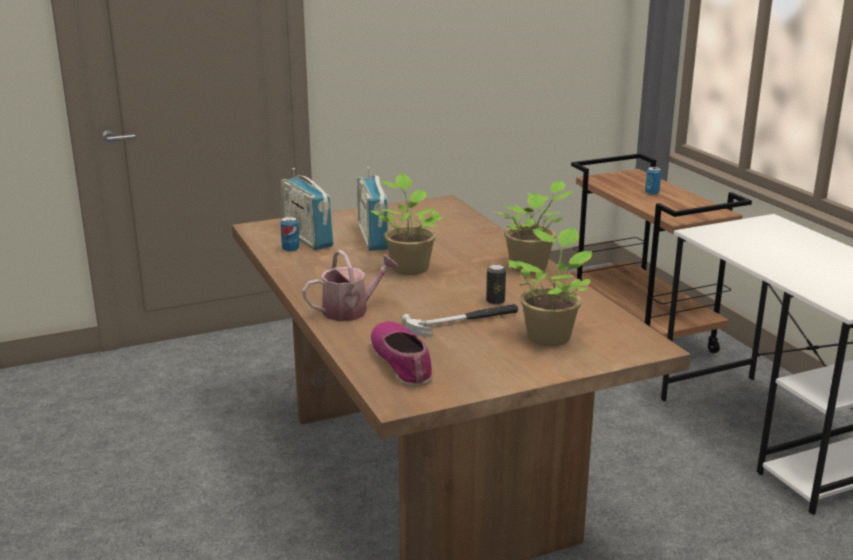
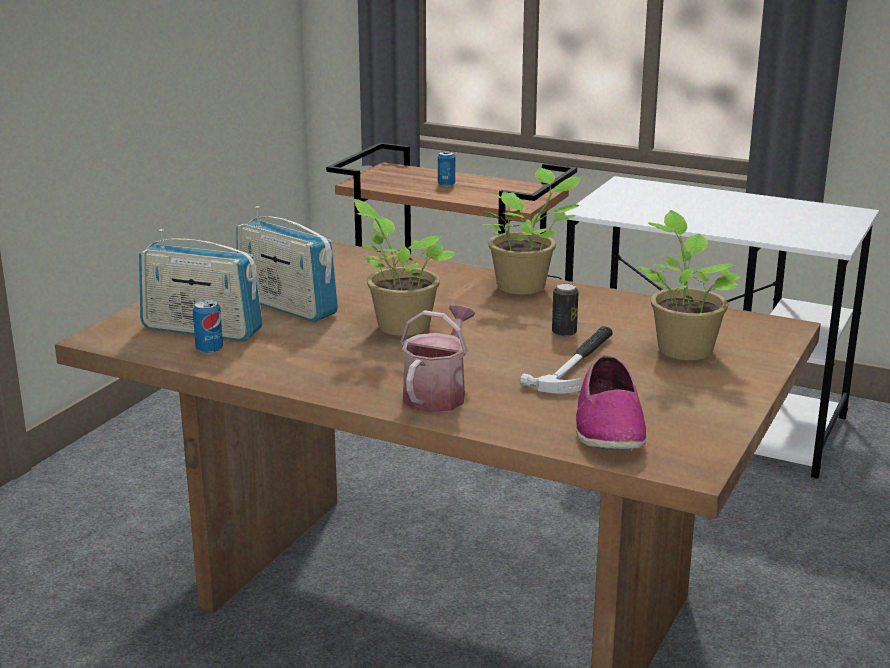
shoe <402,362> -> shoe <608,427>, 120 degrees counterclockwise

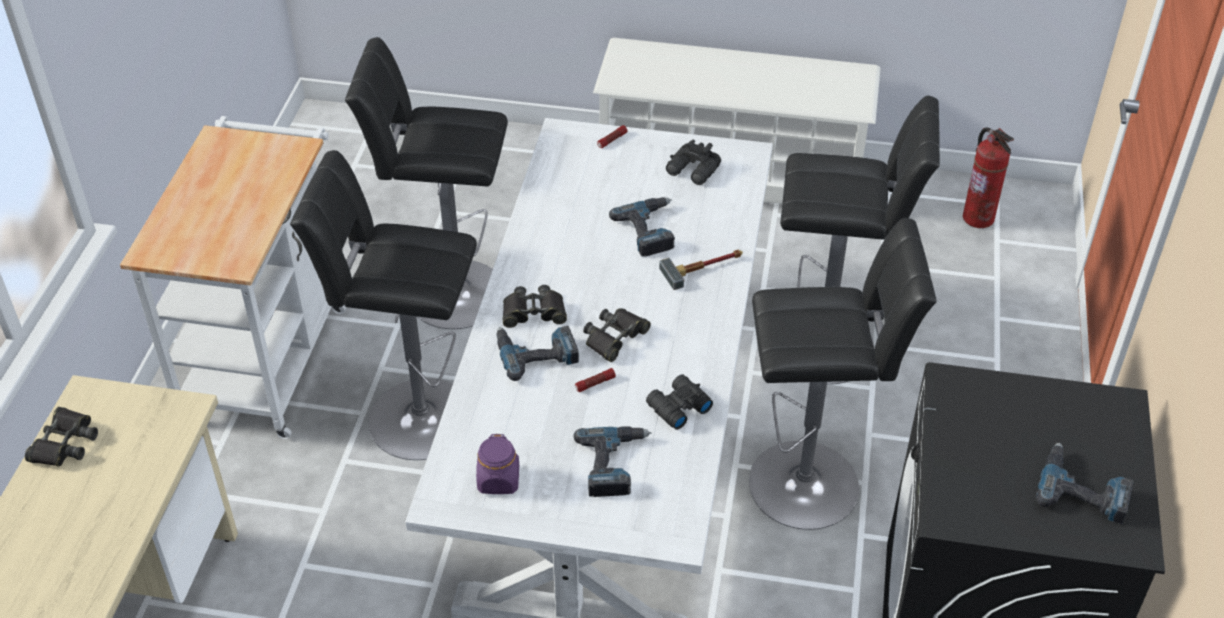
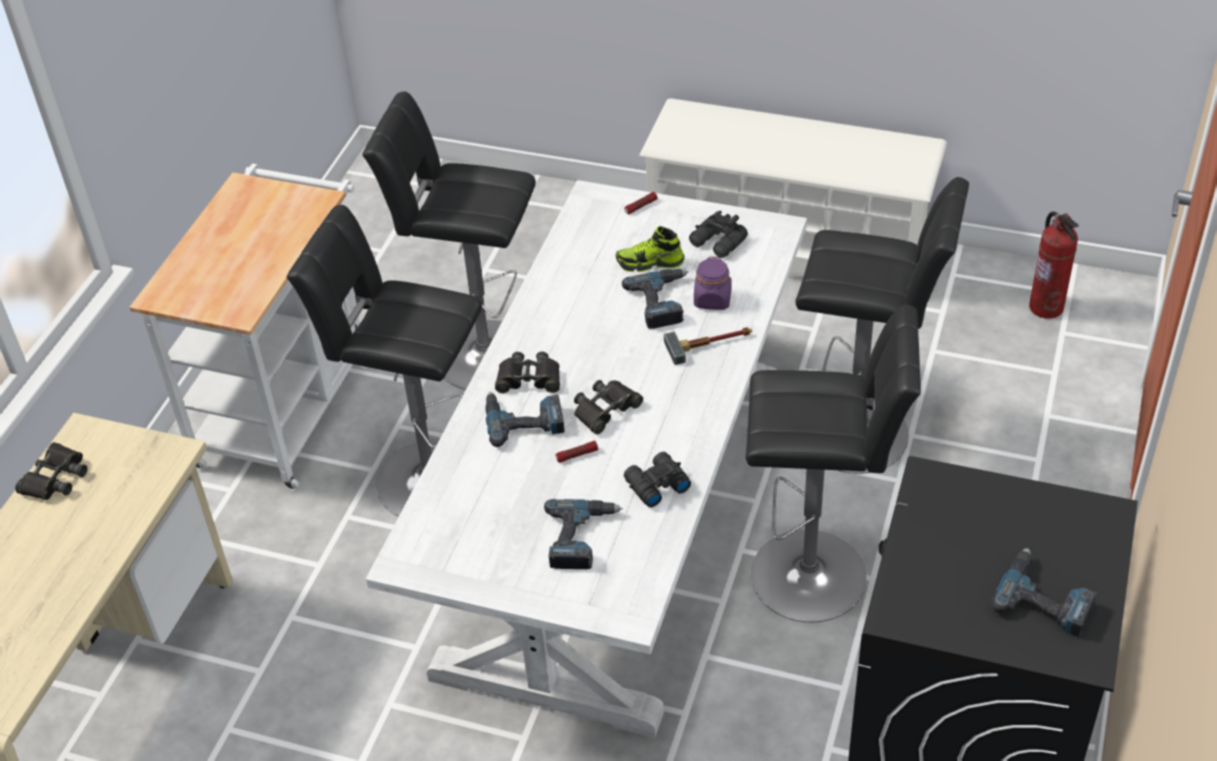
none -> shoe <650,263>
jar (purple) <498,480> -> jar (purple) <712,299>, relocated

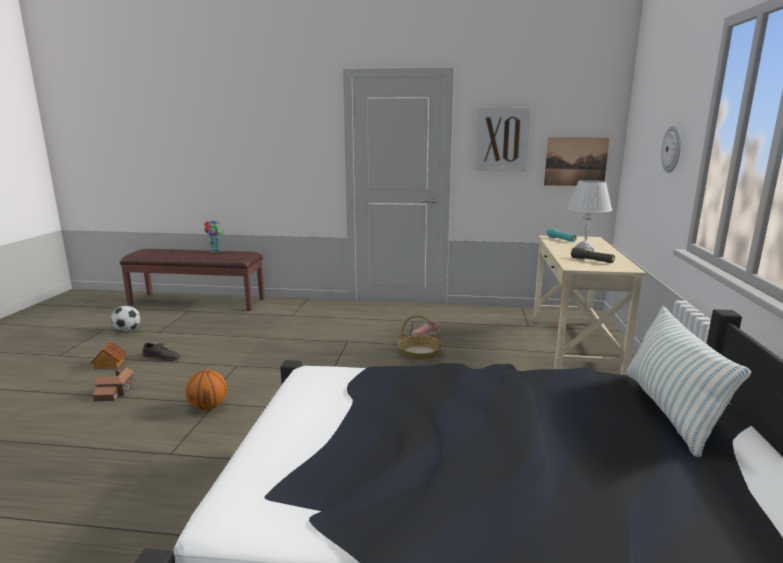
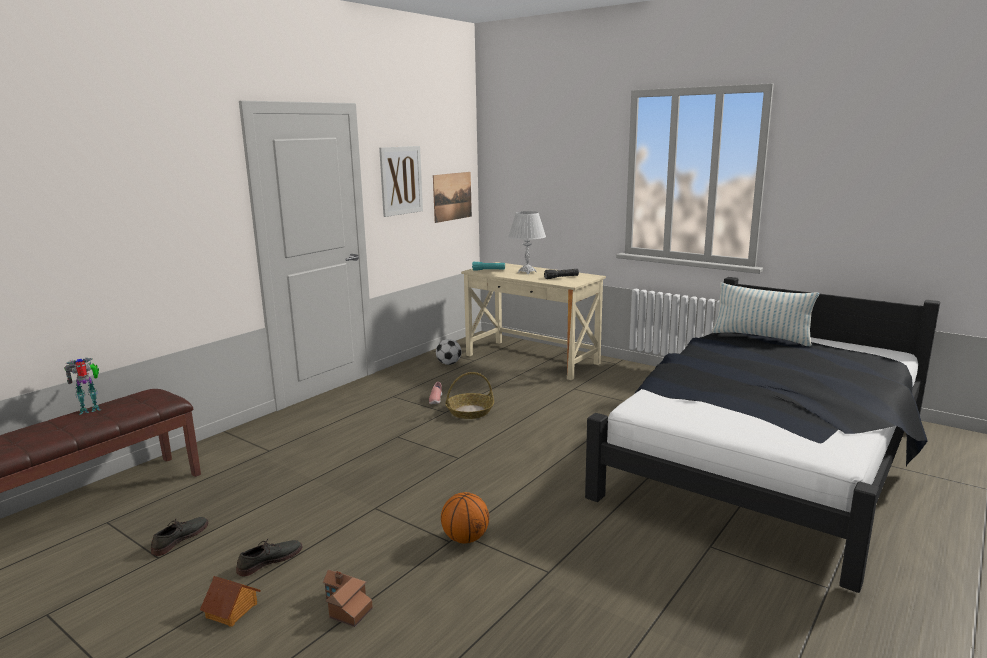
none -> shoe (grey) <180,538>
football <127,331> -> football <449,364>, relocated
wall clock <672,149> -> none

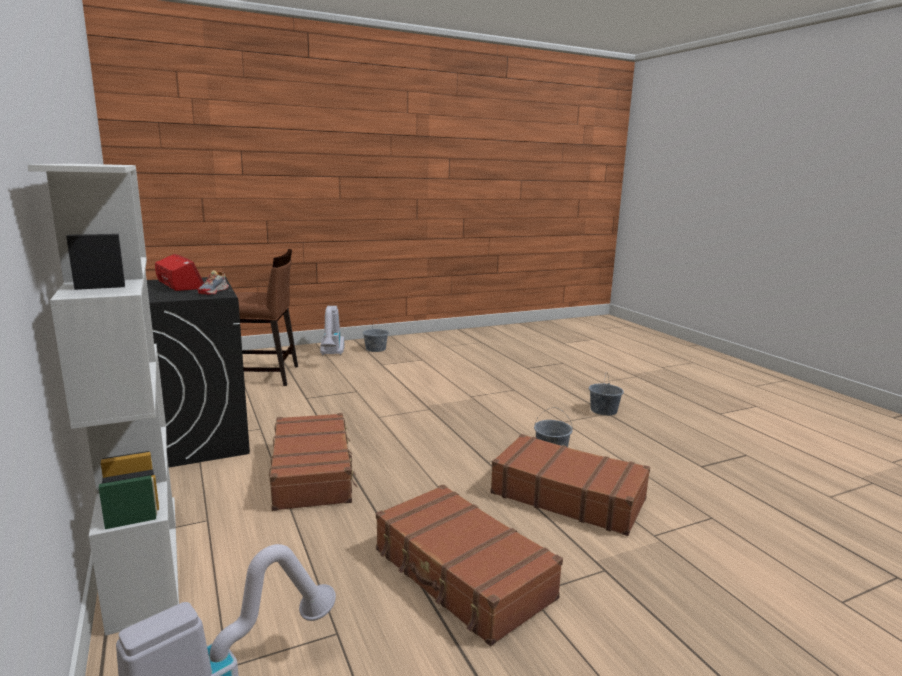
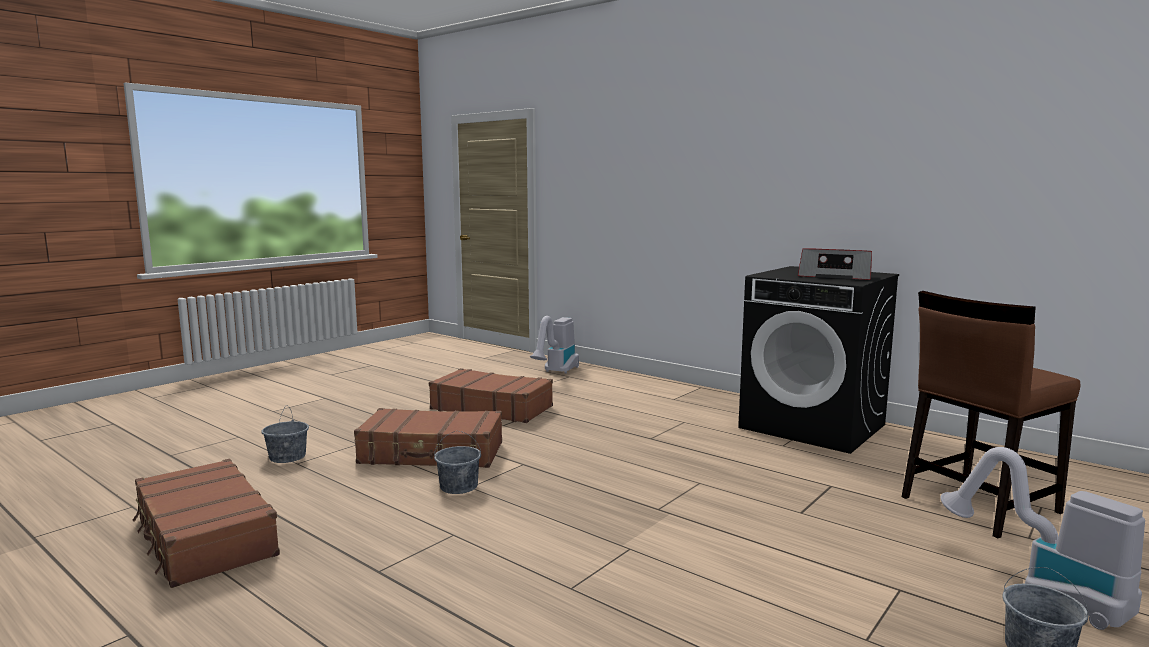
suitcase (brown) <313,472> -> suitcase (brown) <204,537>, relocated
bucket (grey) <603,411> -> bucket (grey) <287,457>, relocated
bookcase (white) <144,556> -> none
shoe <213,291> -> none

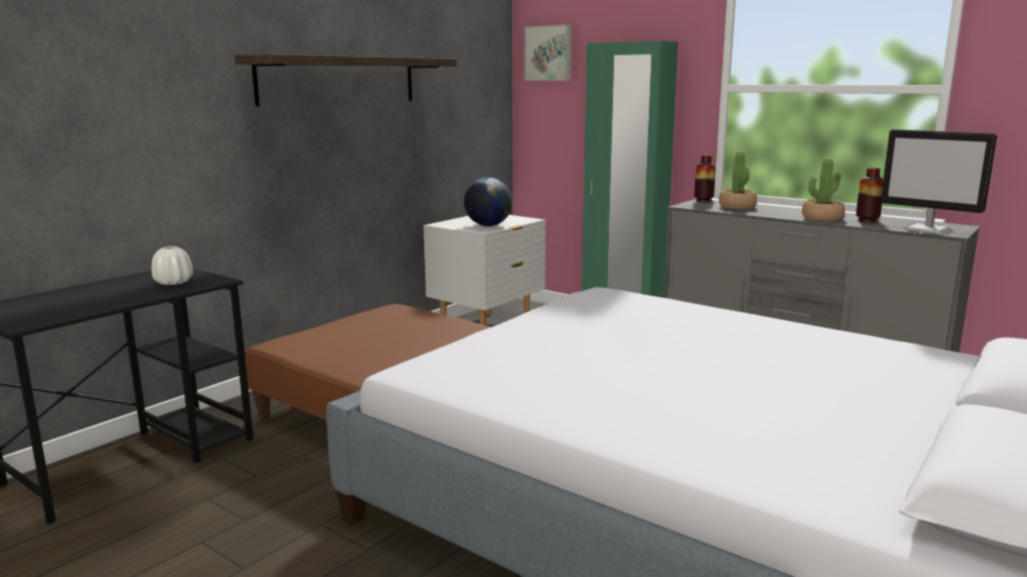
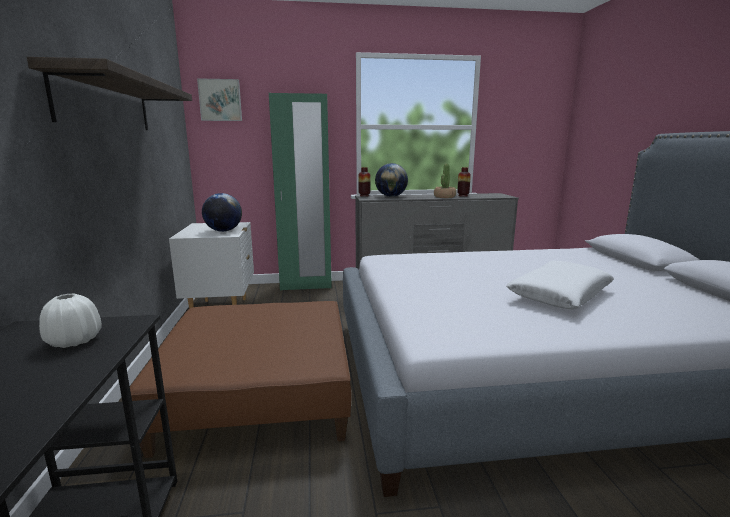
potted plant <737,207> -> globe <391,196>
none -> pillow (white) <559,295>
monitor <928,230> -> none

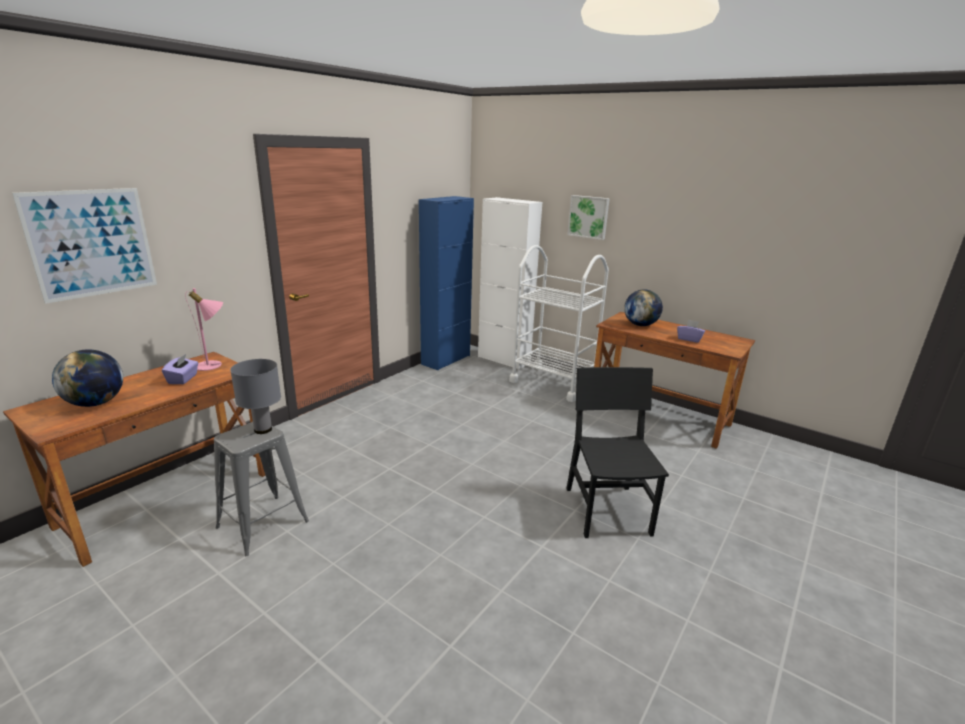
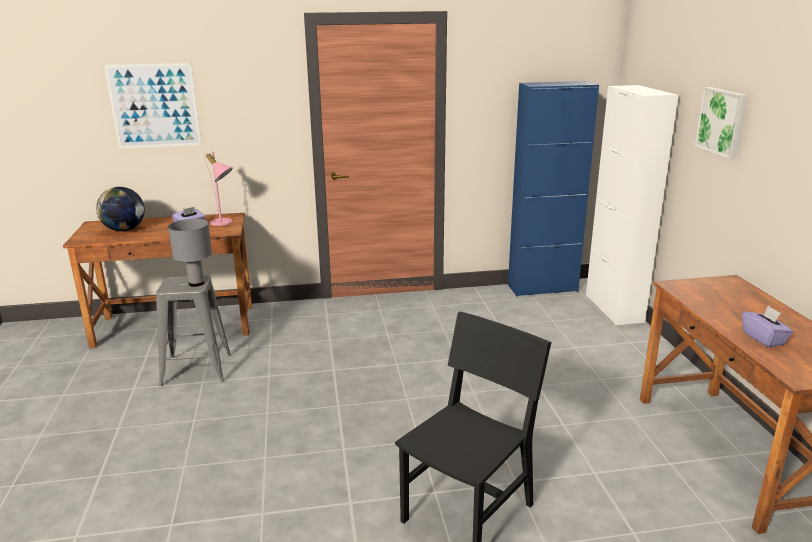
cart (white) <553,382> -> none
globe <640,325> -> none

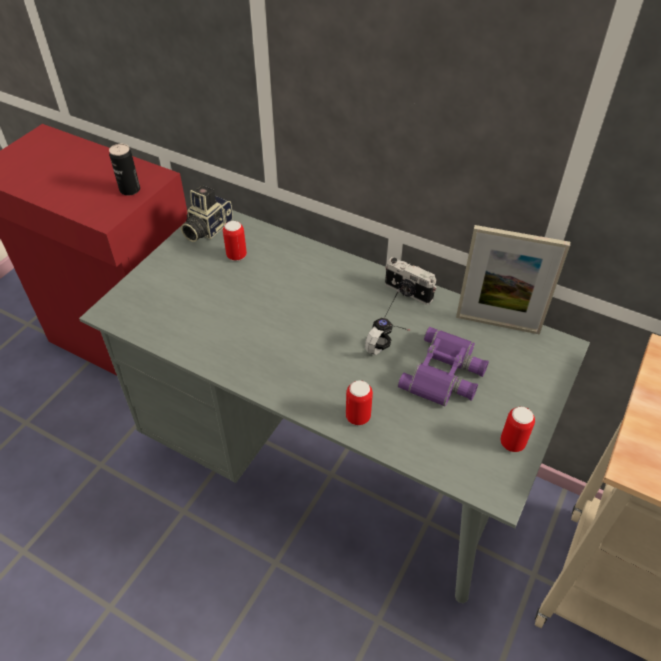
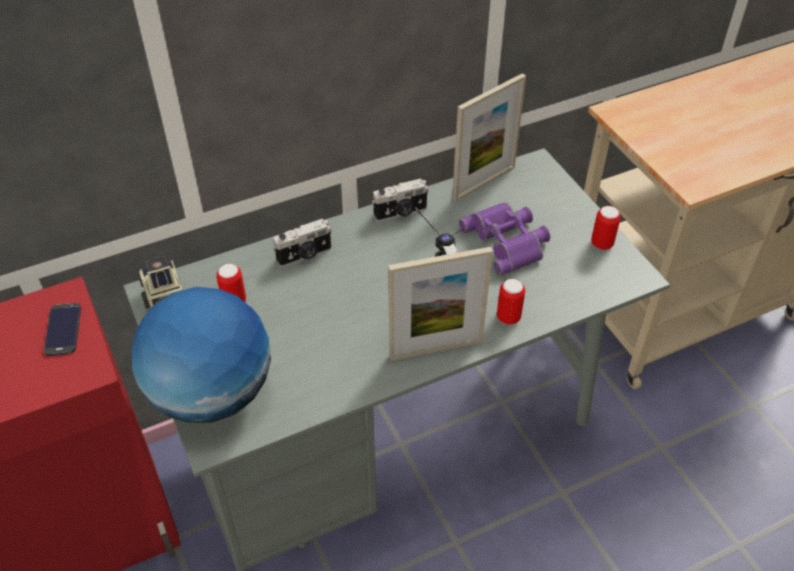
can <130,190> -> phone <63,329>
none -> globe <211,394>
none -> photo camera <305,256>
none -> picture frame <436,349>

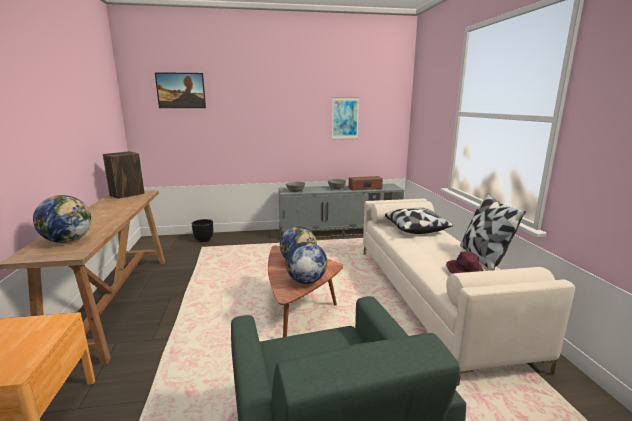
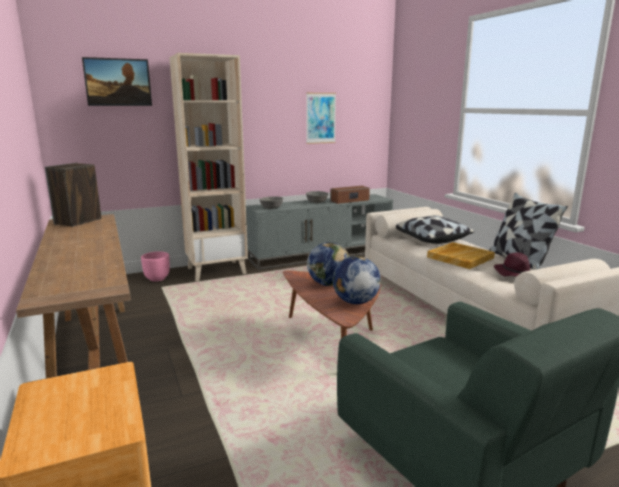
planter (black) <204,240> -> planter (pink) <157,279>
none -> bookcase (beige) <217,270>
none -> tray (beige) <460,257>
globe <68,240> -> none

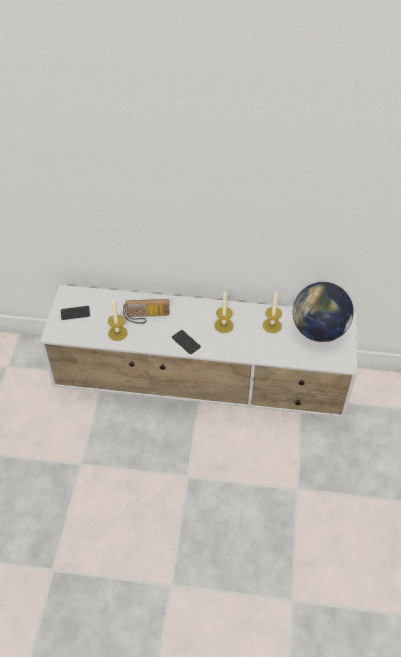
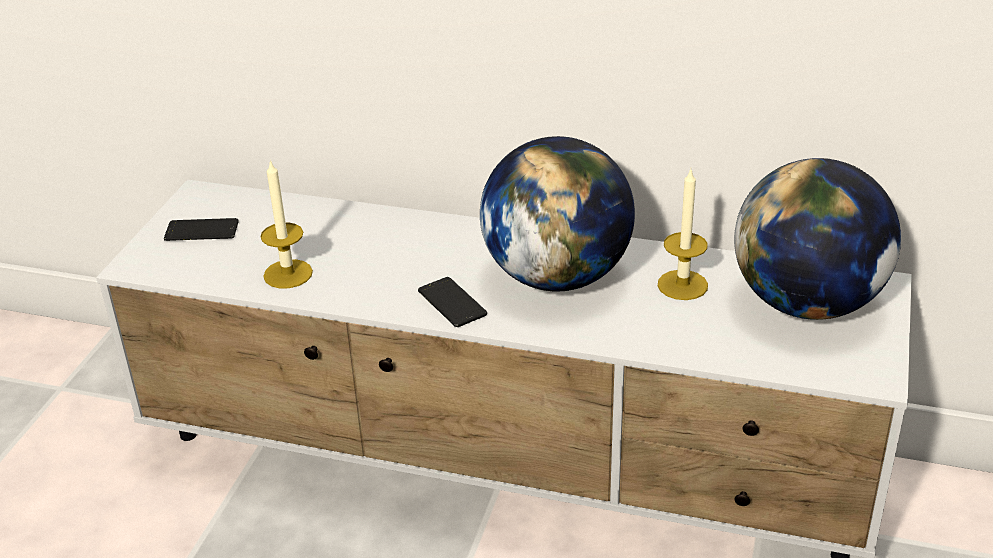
candle <223,325> -> globe <557,276>
radio <146,317> -> none

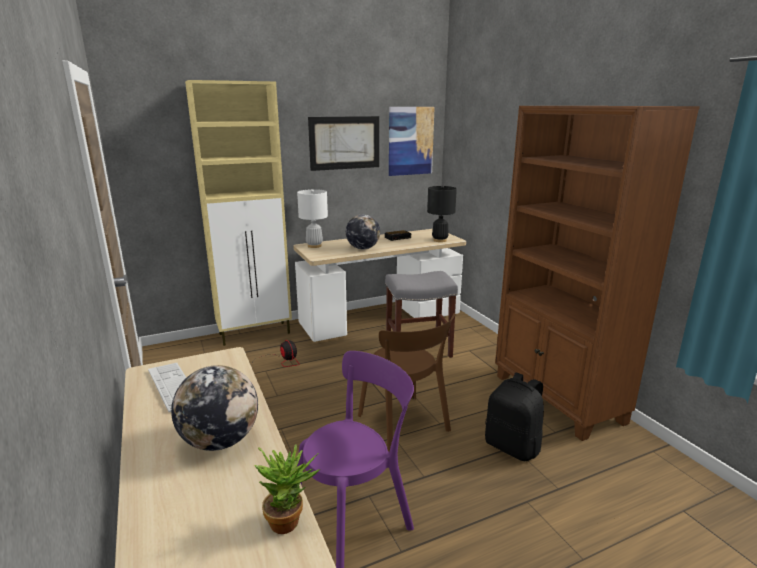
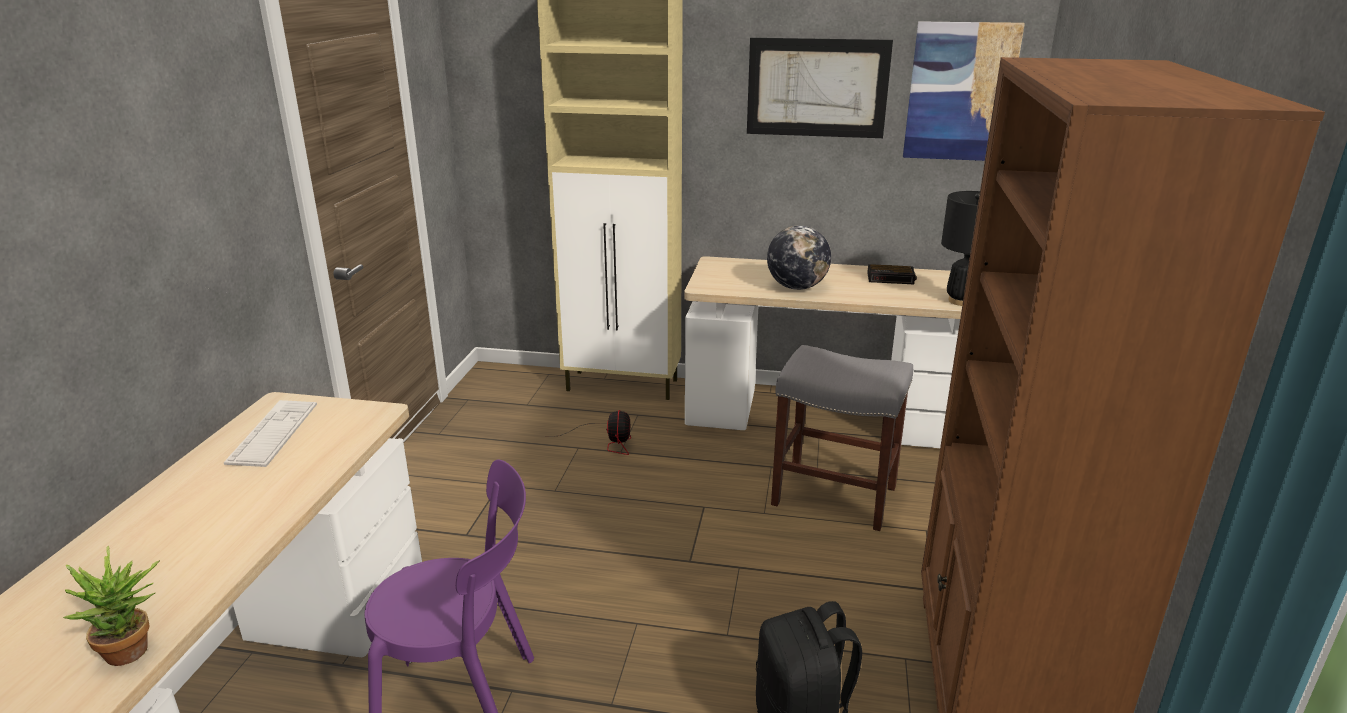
globe <220,441> -> none
table lamp (white) <314,246> -> none
chair (brown) <405,425> -> none

